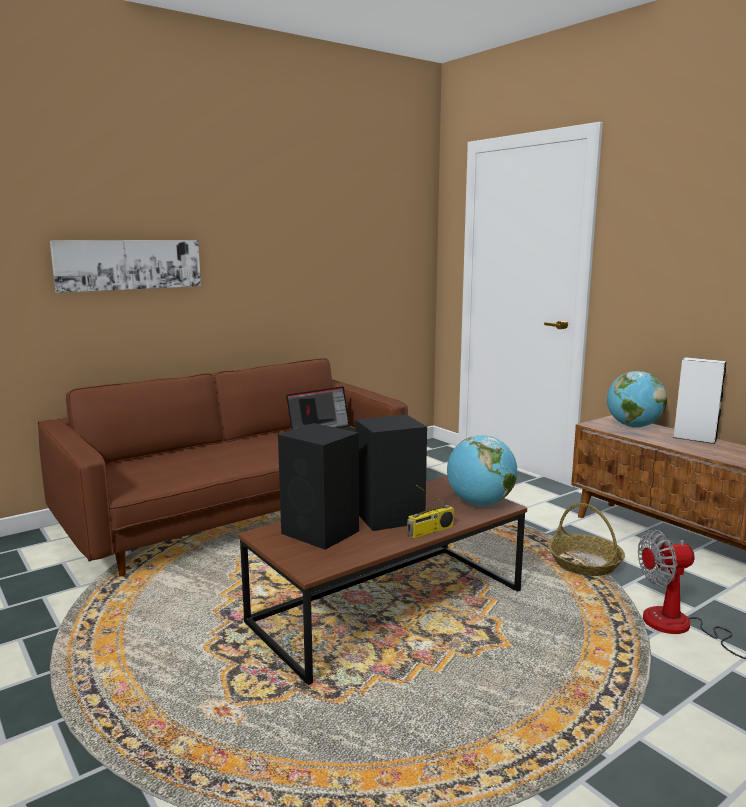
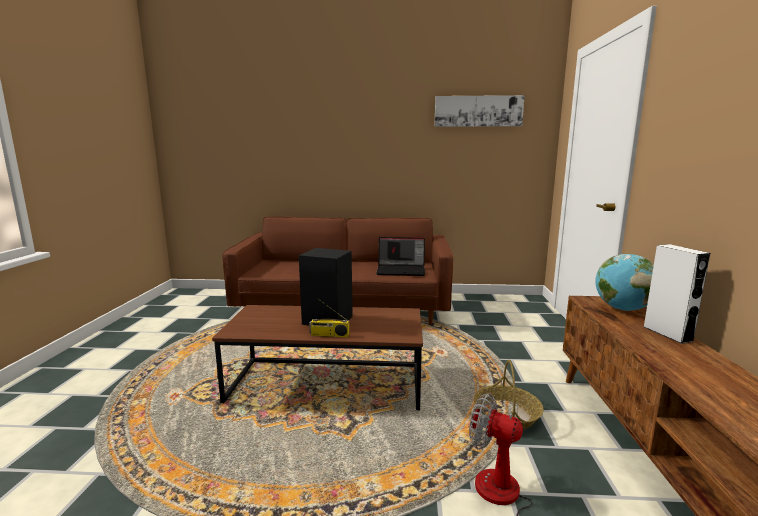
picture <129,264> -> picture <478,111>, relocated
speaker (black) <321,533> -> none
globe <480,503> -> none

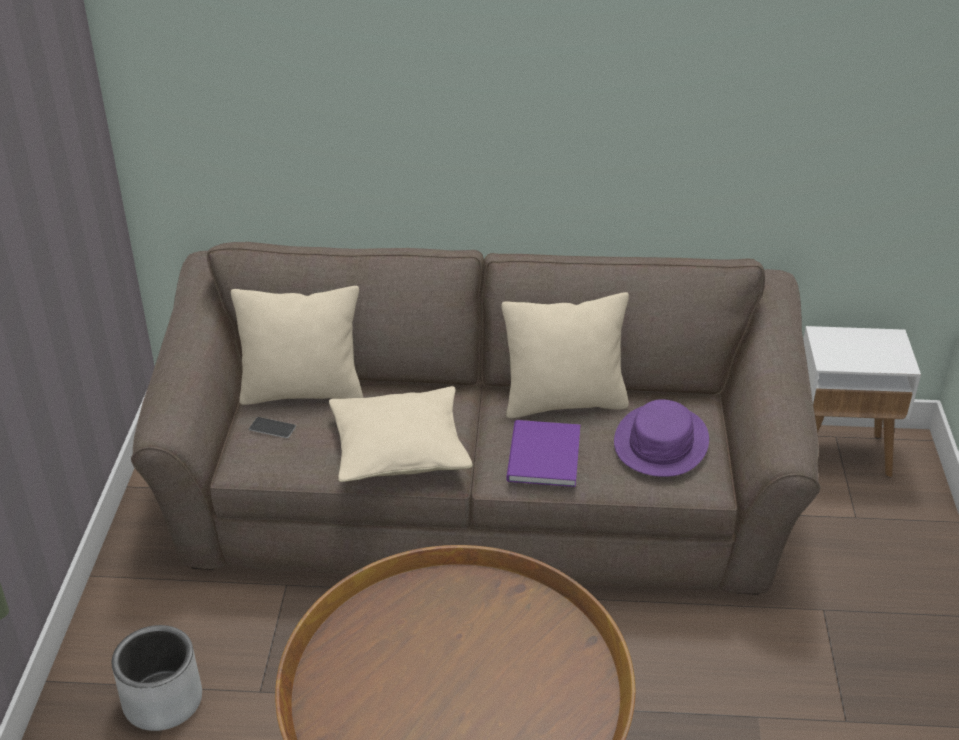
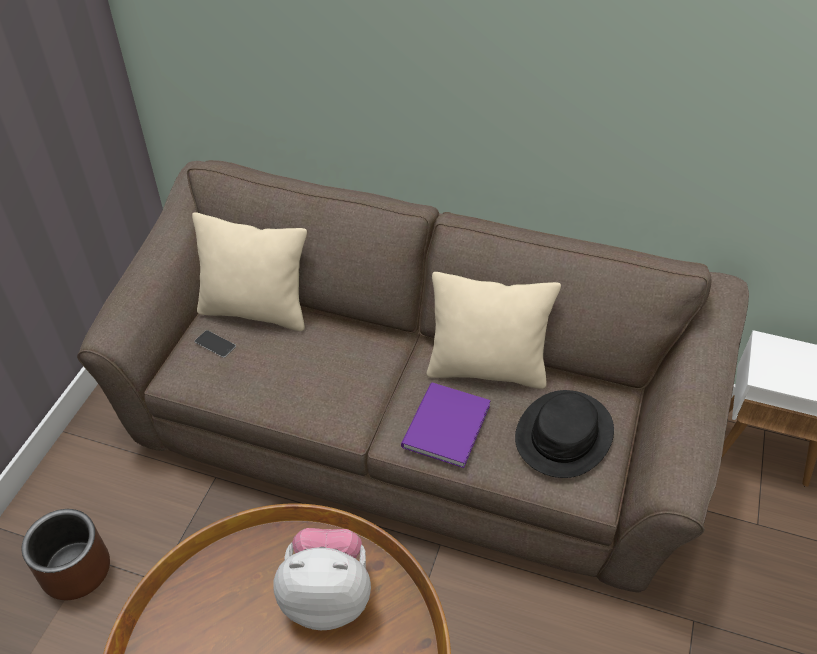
planter (grey) <163,701> -> planter (brown) <76,570>
none -> plush toy <327,596>
hat (purple) <661,442> -> hat (black) <564,435>
pillow (beige) <400,450> -> none

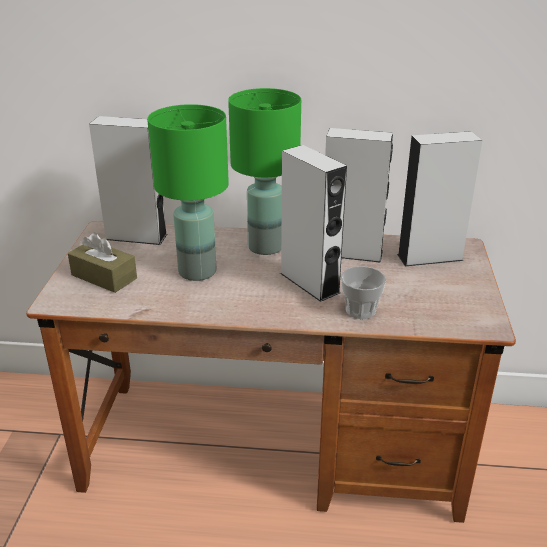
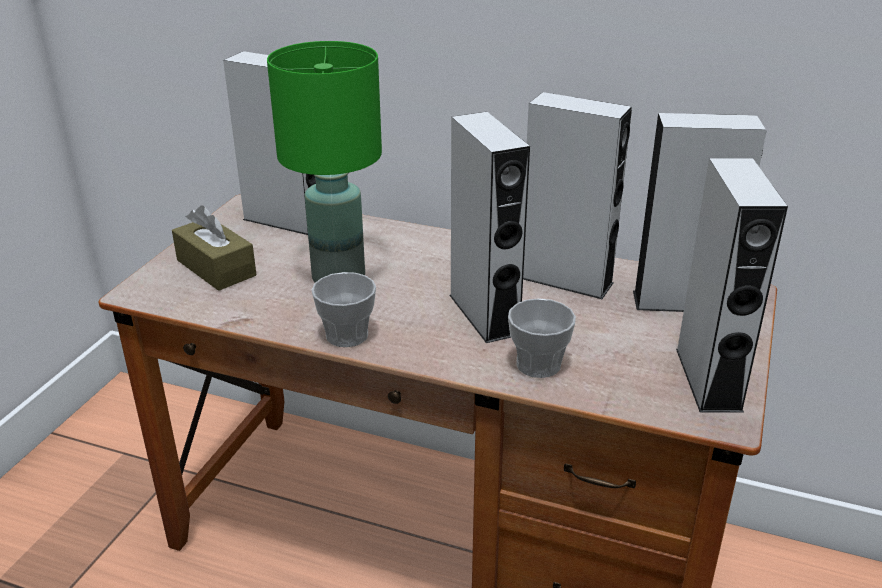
none -> cup <347,335>
none -> speaker (grey) <708,379>
table lamp (green) <265,247> -> none

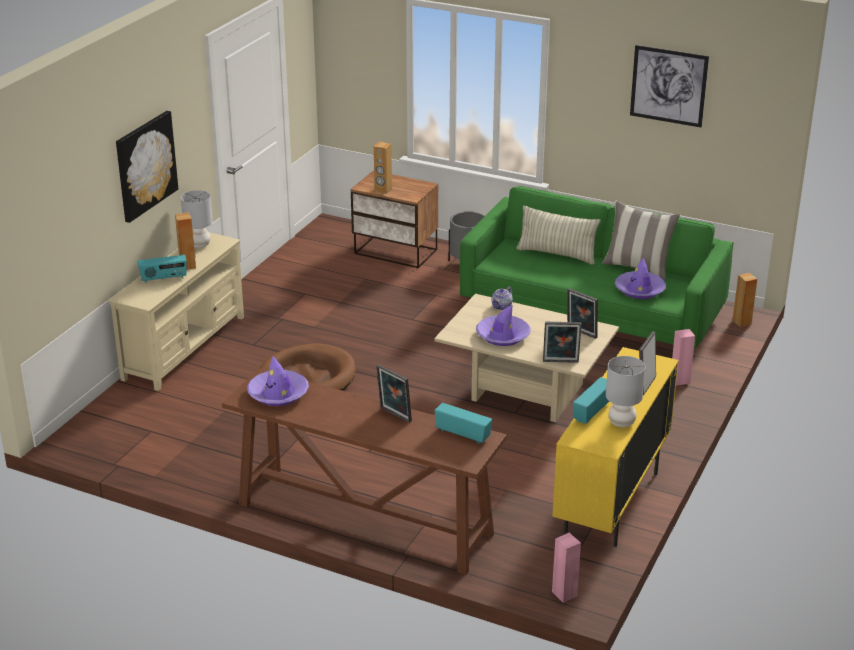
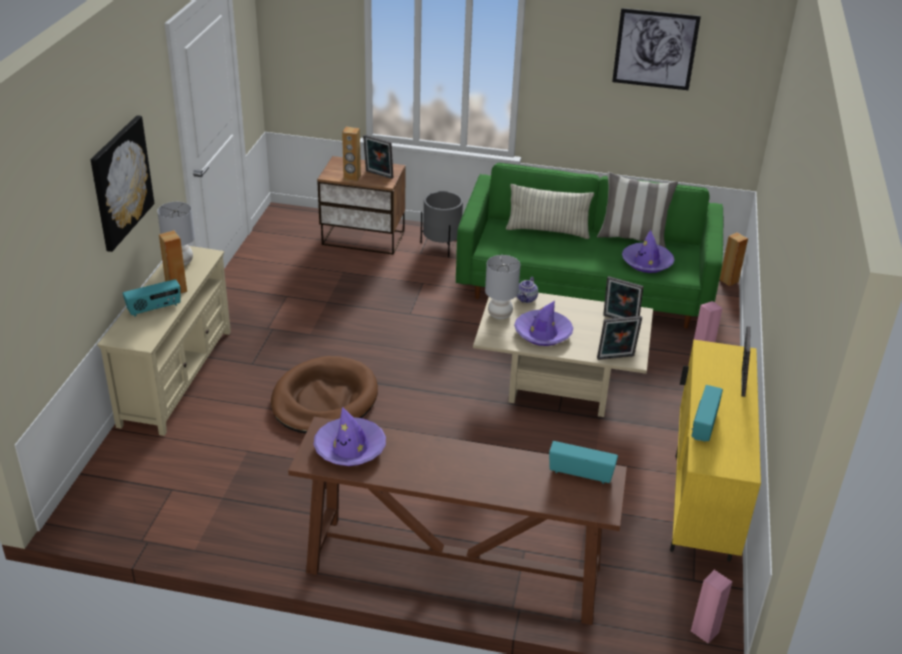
picture frame <394,415> -> picture frame <378,175>, relocated
table lamp (grey) <622,422> -> table lamp (grey) <500,315>, relocated

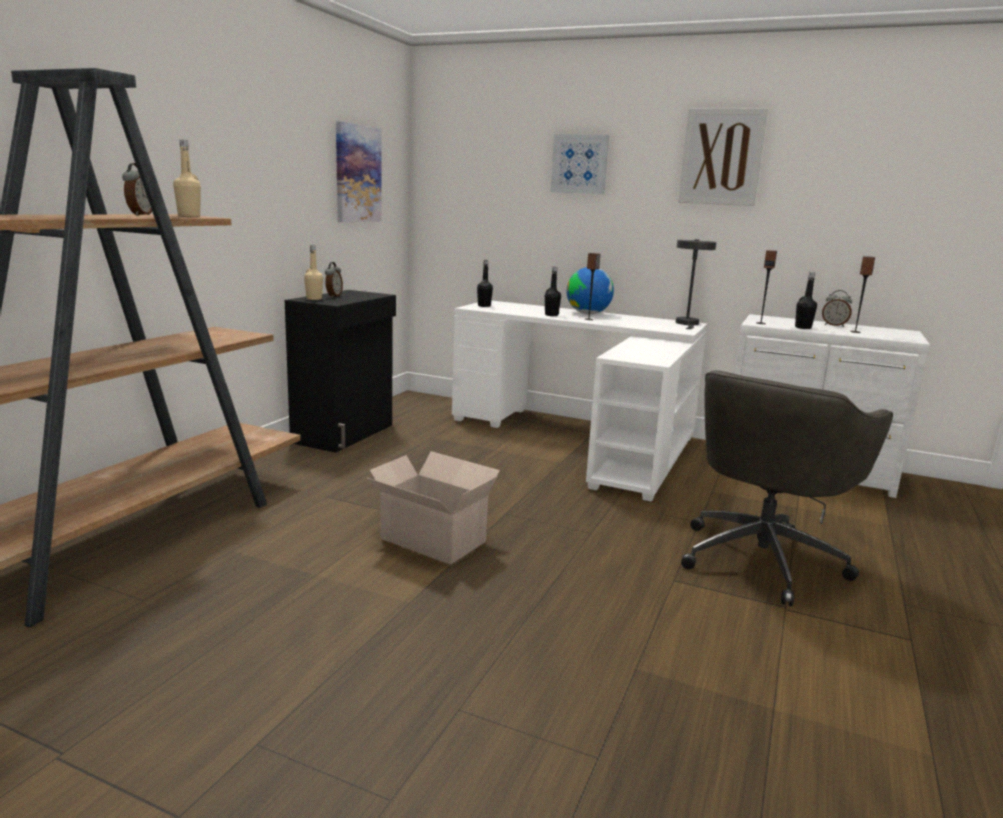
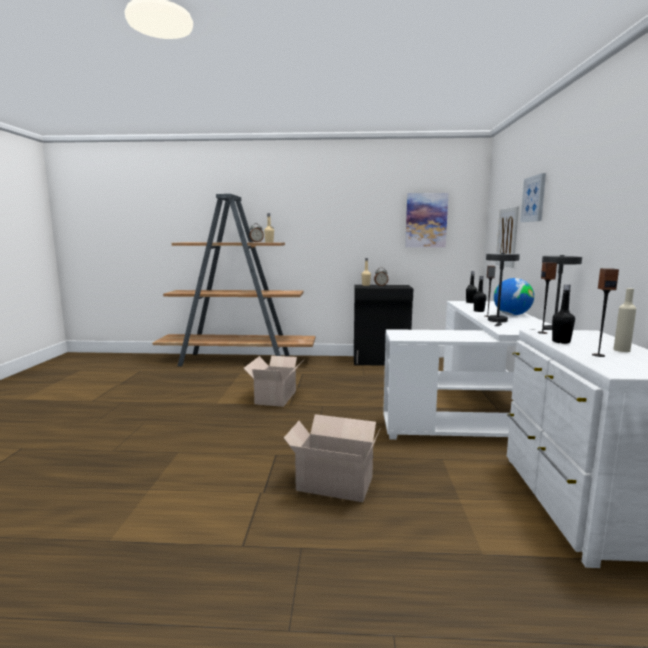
office chair (grey) <763,558> -> cardboard box <332,483>
none -> table lamp (grey) <498,321>
picture <721,157> -> picture <507,237>, relocated
alarm clock <834,325> -> bottle (beige) <621,350>

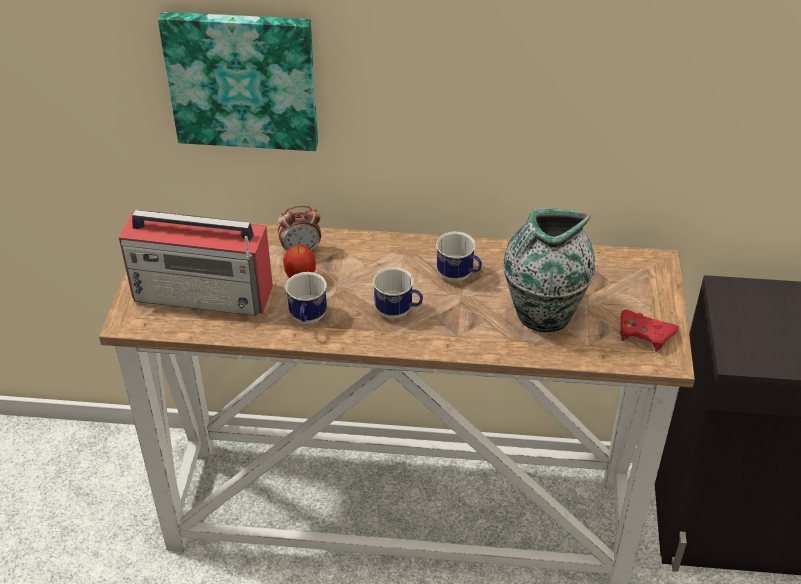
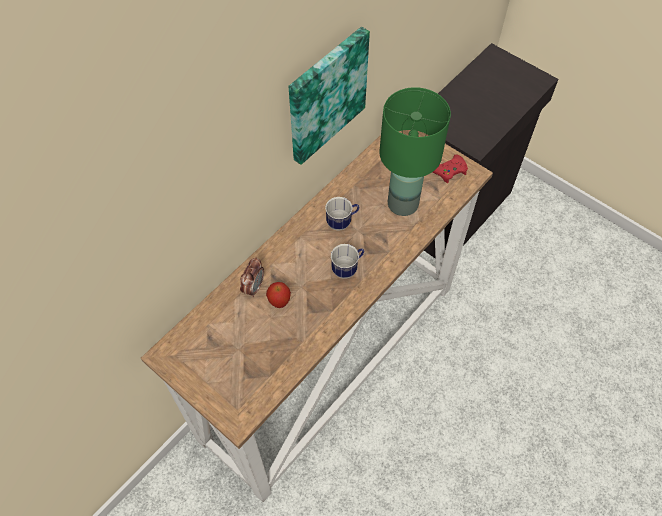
picture <243,79> -> picture <325,95>, relocated
vase <542,314> -> table lamp (green) <402,204>
radio <204,293> -> none
mug <307,319> -> none

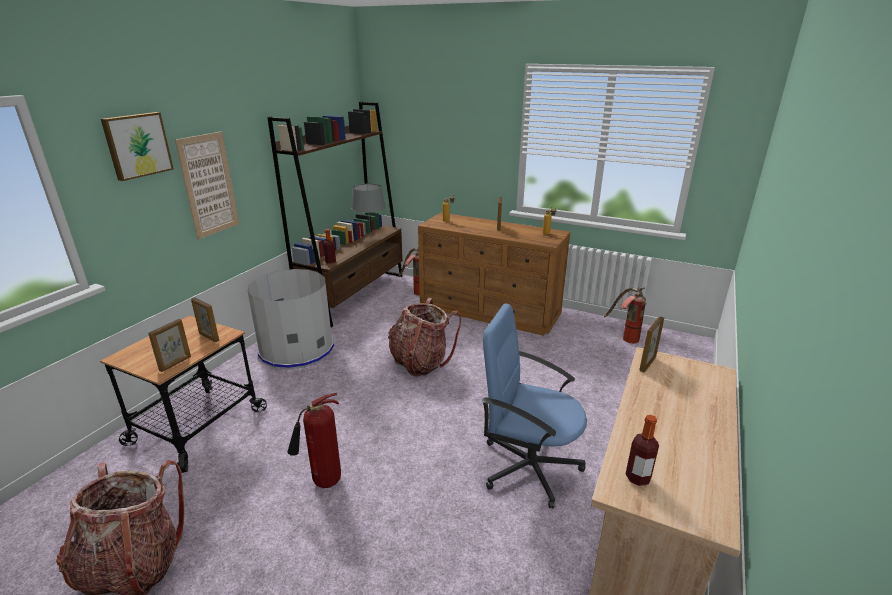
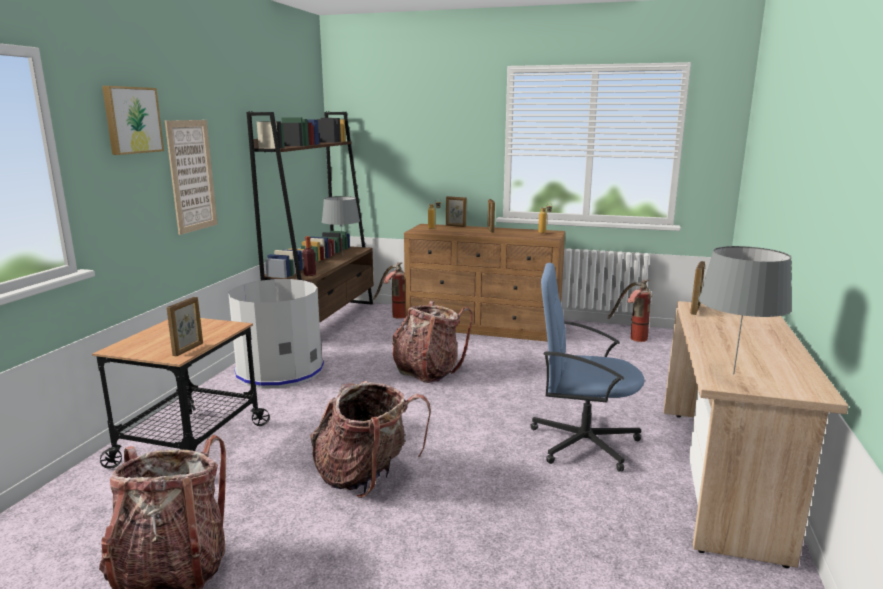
fire extinguisher <323,482> -> backpack <366,476>
picture frame <209,337> -> picture frame <455,226>, relocated
bottle <637,478> -> table lamp (grey) <733,374>

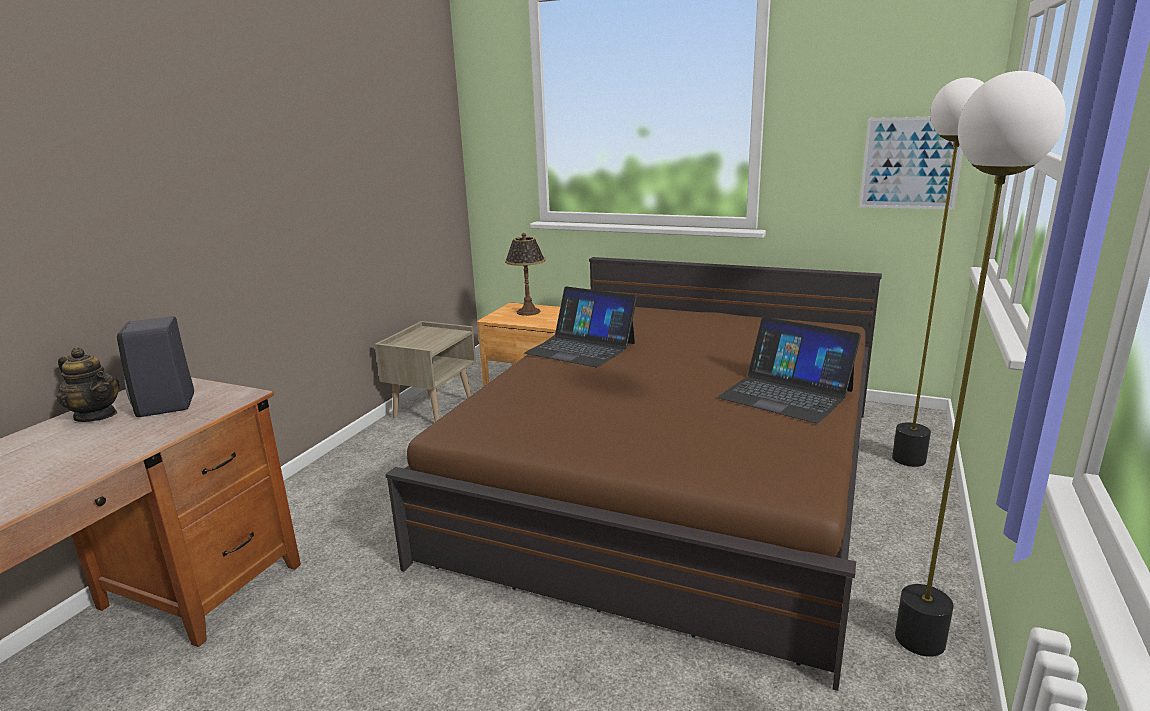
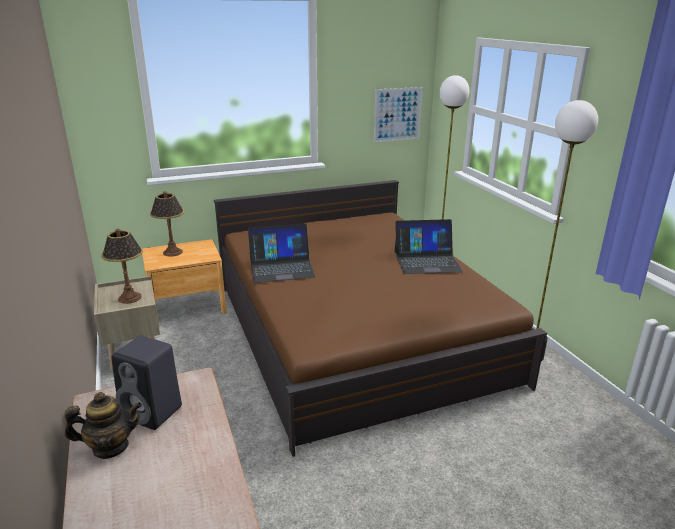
none -> table lamp <130,298>

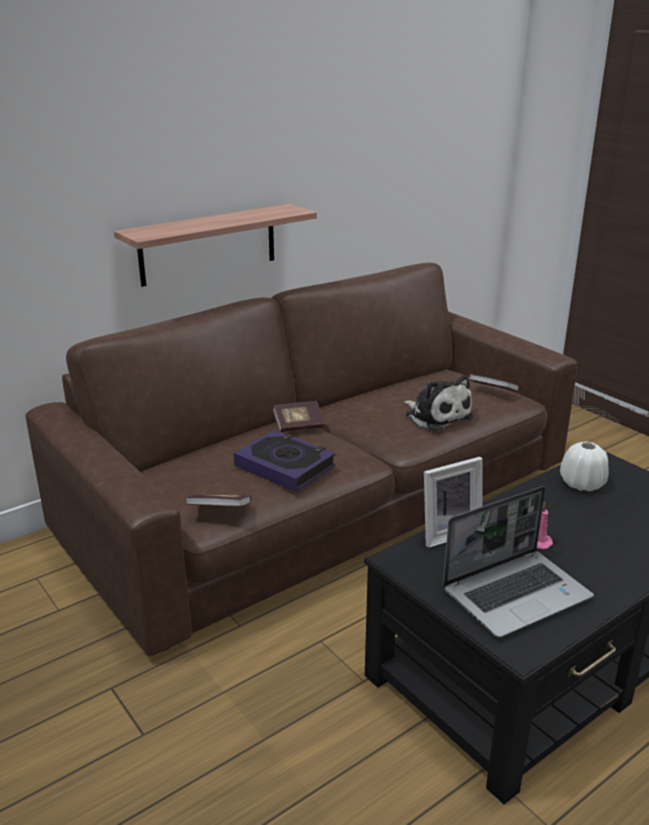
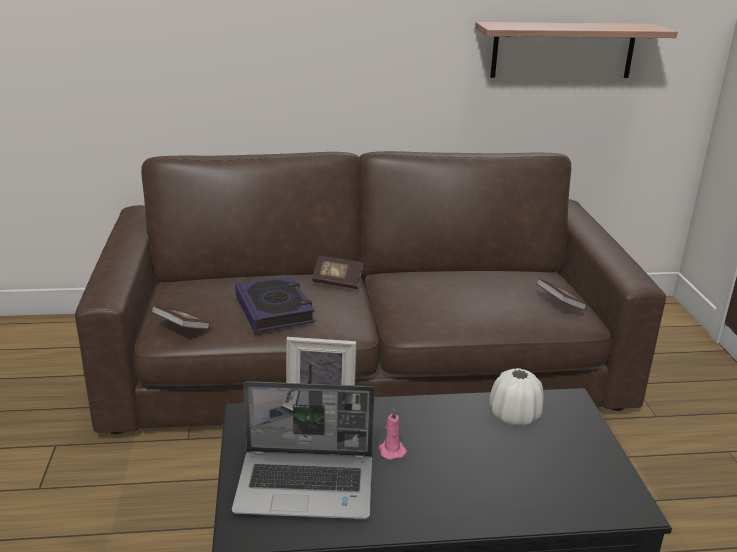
shelf <208,244> -> shelf <563,50>, relocated
plush toy <436,415> -> none

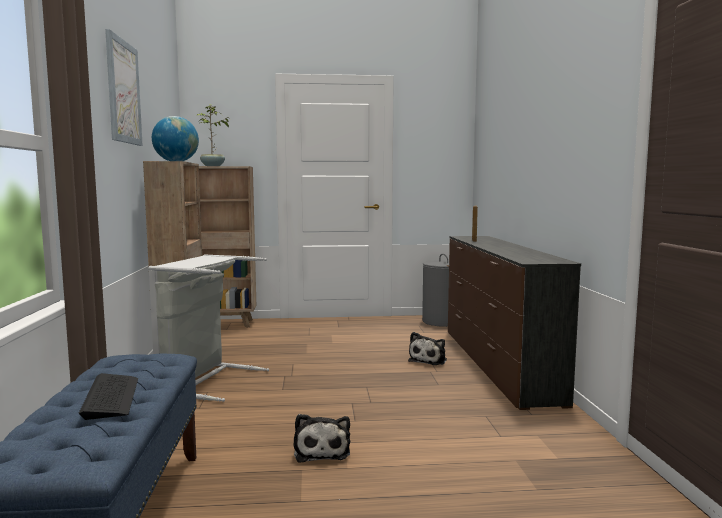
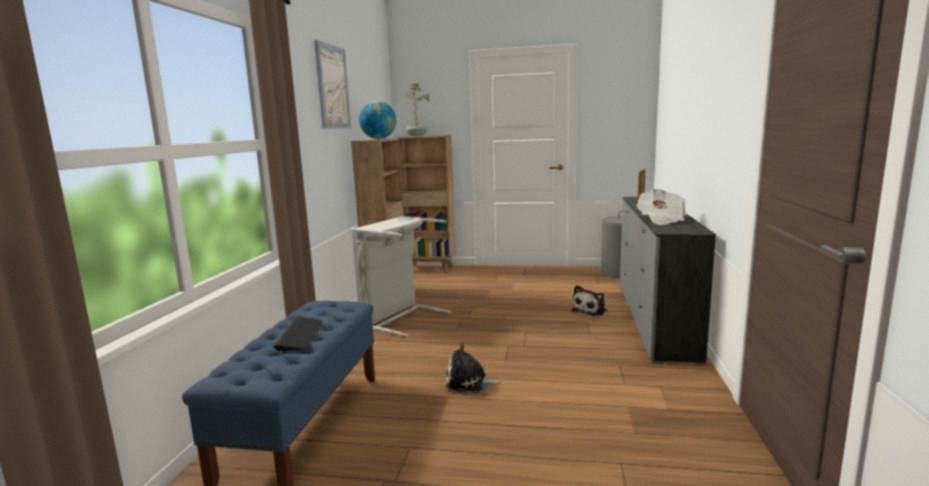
plush toy <321,450> -> plush toy <469,383>, 90 degrees clockwise
dresser (brown) <497,363> -> dresser (grey) <653,317>
none -> newspaper <660,220>

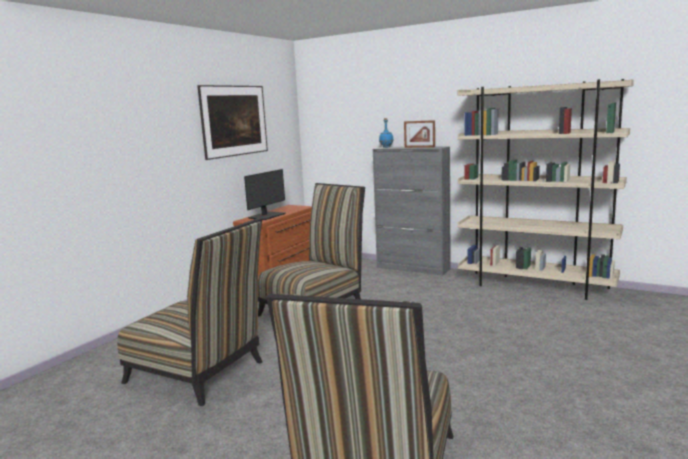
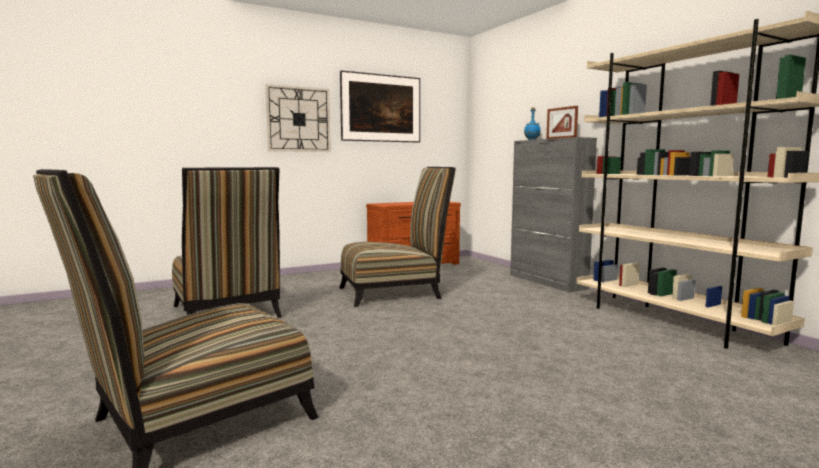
none -> wall clock <298,119>
monitor <266,216> -> none

